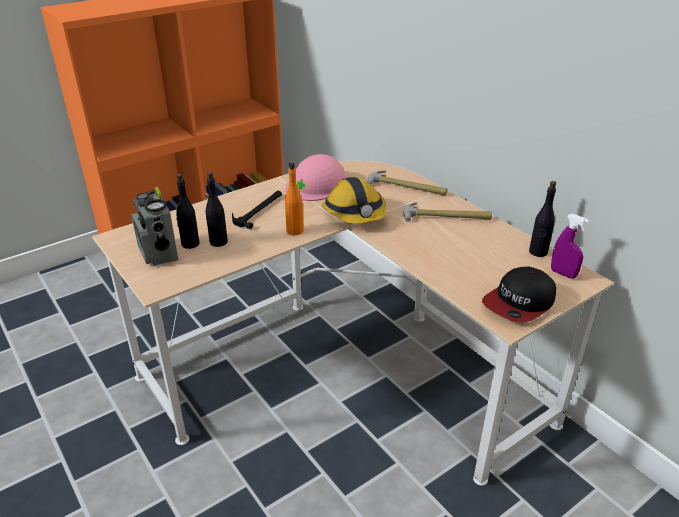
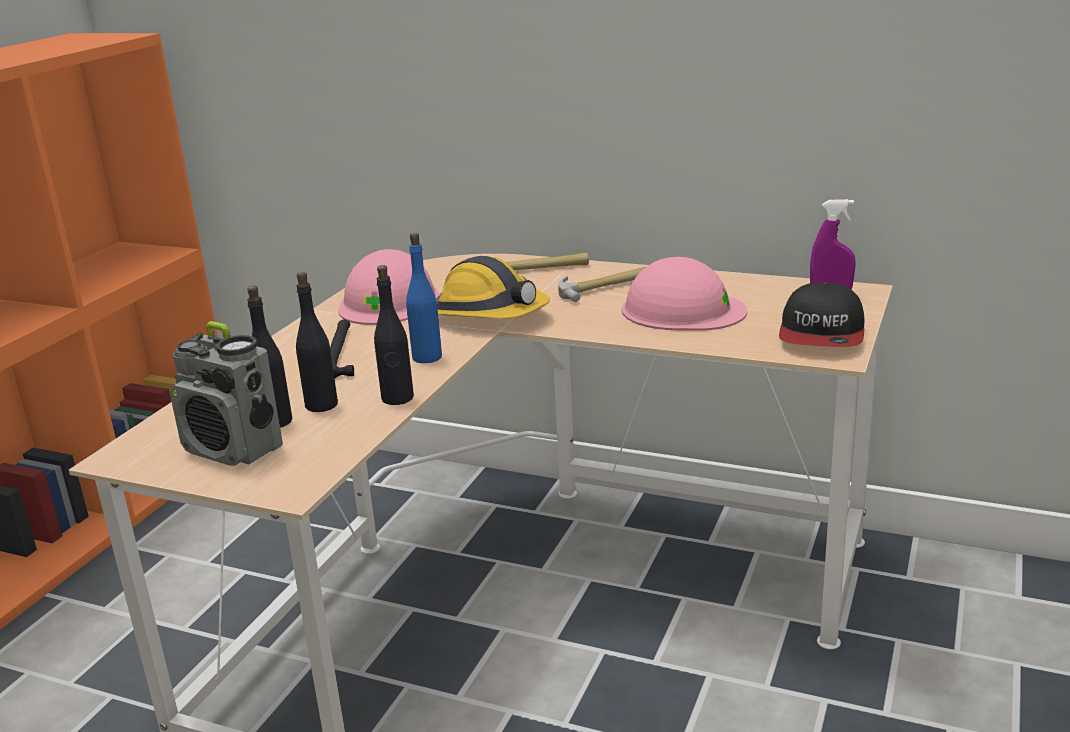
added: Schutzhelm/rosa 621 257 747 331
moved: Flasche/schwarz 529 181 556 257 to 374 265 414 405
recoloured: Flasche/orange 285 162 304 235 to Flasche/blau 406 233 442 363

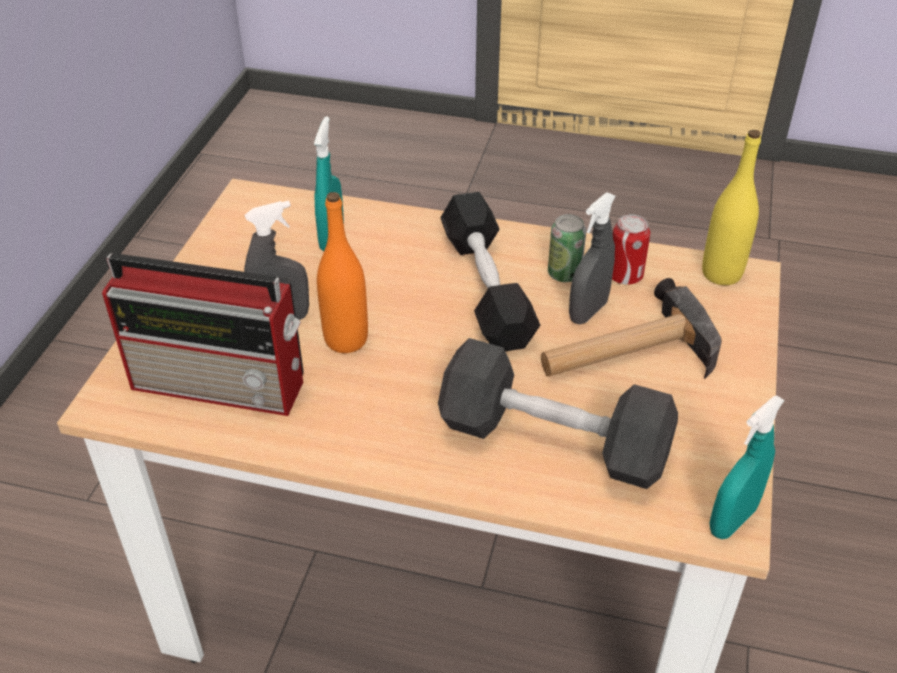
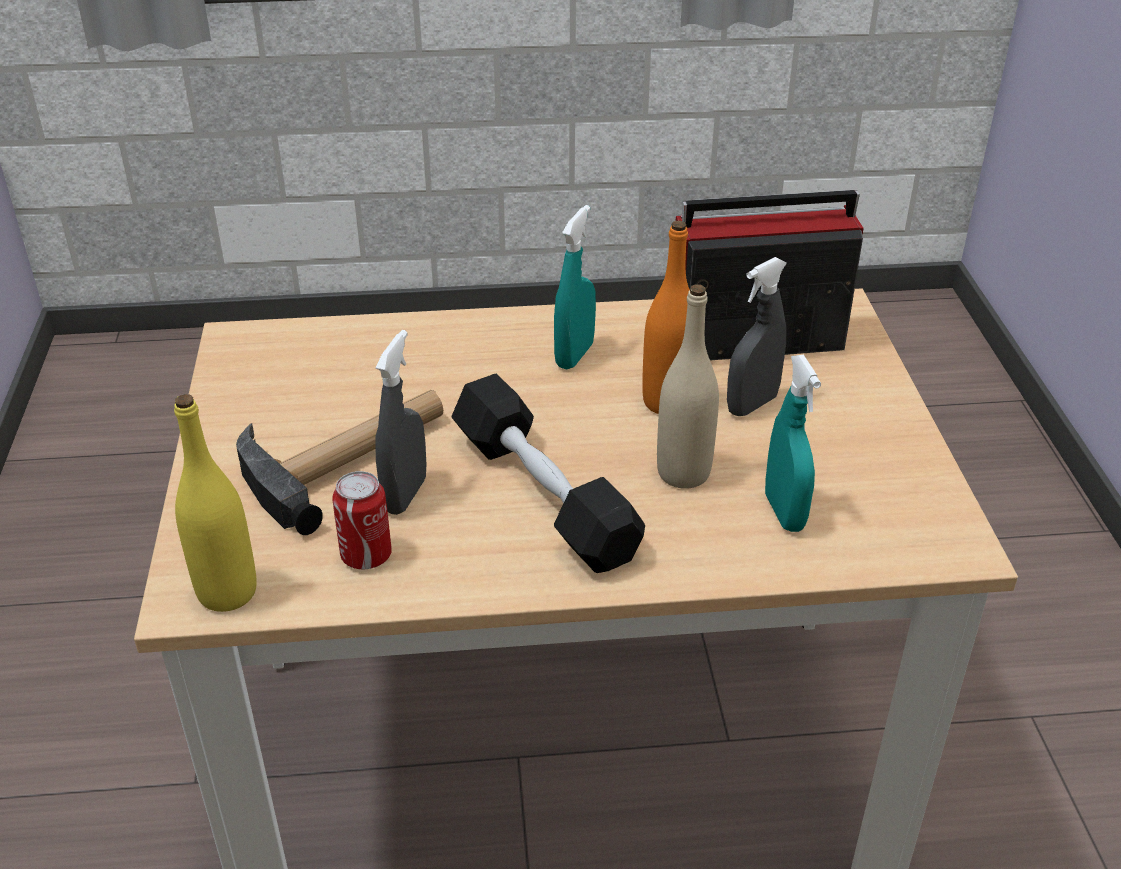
removed: Hantel/schwarz 438 338 678 489; Dose 548 214 586 282
added: Flasche/beige 657 284 719 489
moved: Sprühflasche/türkis 710 395 785 539 to 554 205 596 369

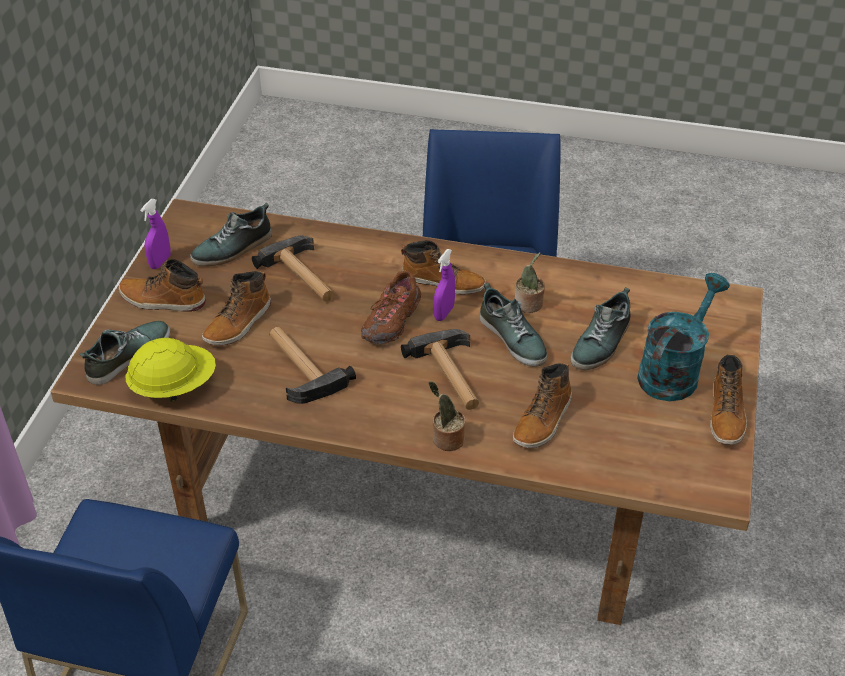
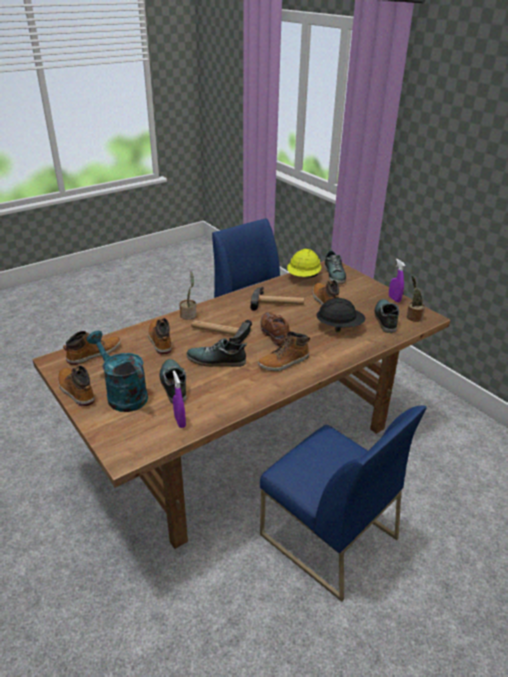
moved: Stiefel 119 259 206 311 to 63 331 121 365; Sprühflasche/lila 433 249 455 321 to 173 371 186 428; Topfpflanze 515 252 545 313 to 407 276 425 322
replaced: Hammer 252 236 334 301 to Schutzhelm/schwarz 316 298 365 332
turned: Gießkanne/türkis 637 273 730 401 = 86 331 148 412 150 degrees clockwise

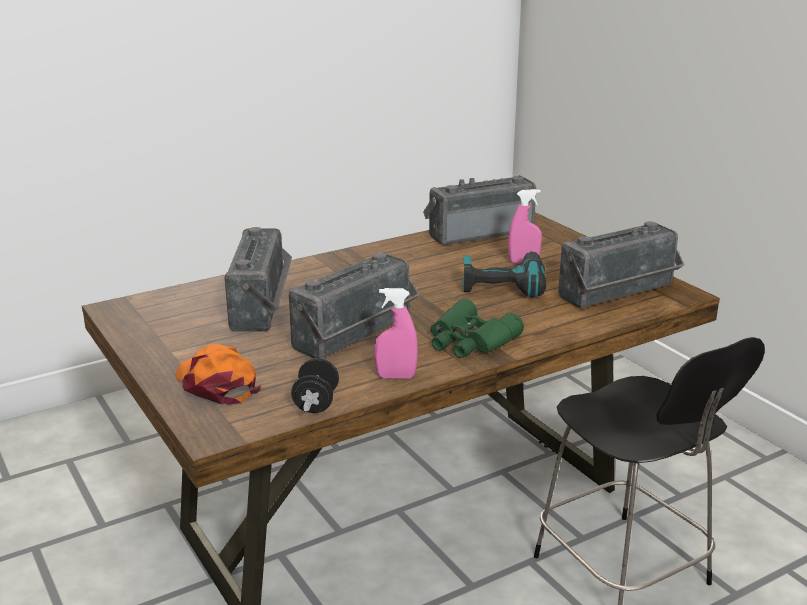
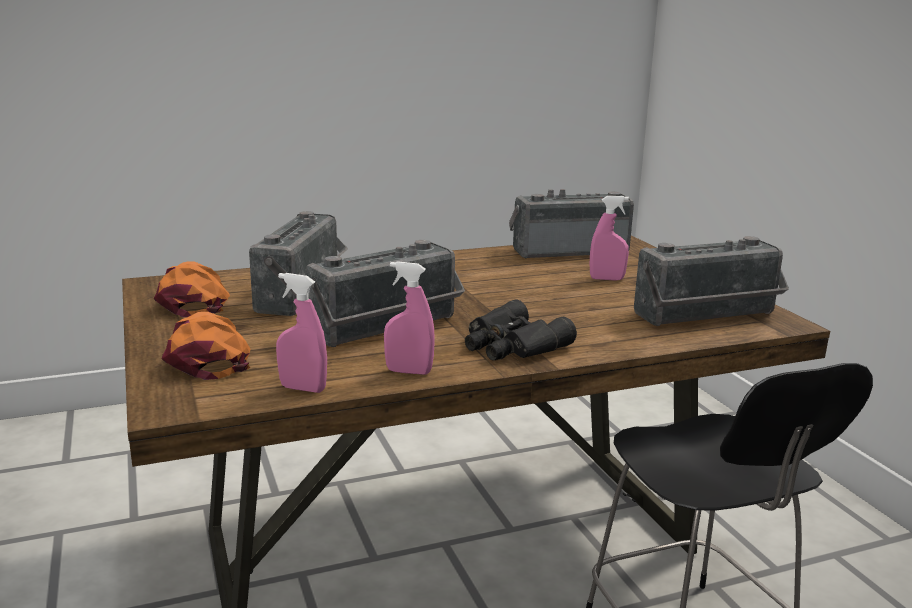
removed: Bohrmaschine 462 251 546 298
added: Kappe/orange 154 262 230 317
replaced: Hantel/schwarz 291 358 339 413 to Sprühflasche/rosa 276 273 327 393
recoloured: Fernglas/grün 431 298 524 358 to Fernglas/schwarz 465 299 577 360

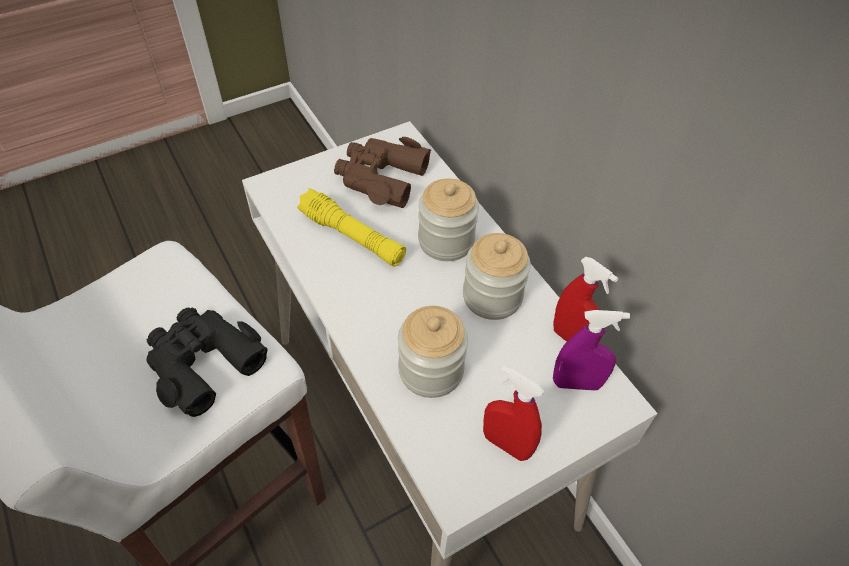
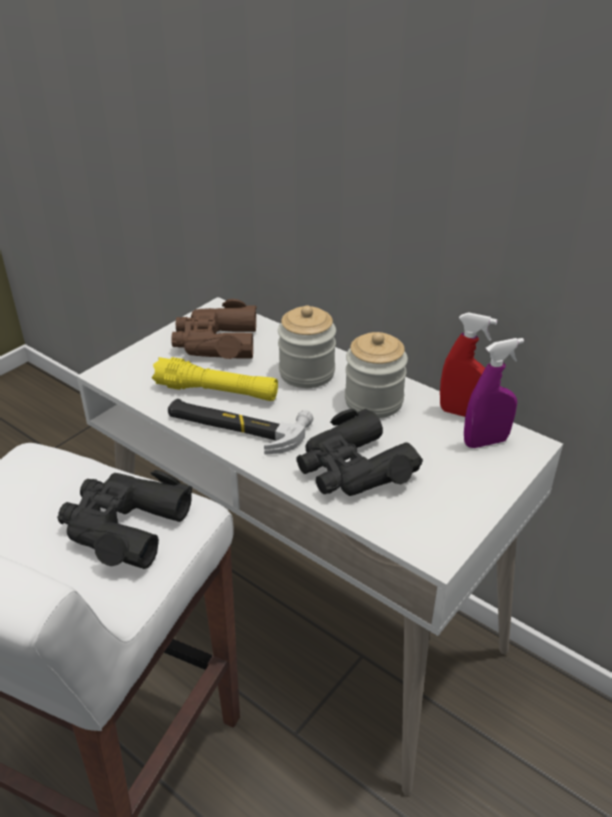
removed: Sprühflasche/rot 483 365 544 461
added: Hammer 168 399 313 454
replaced: Vorratsglas 398 306 468 398 to Fernglas/schwarz 296 409 423 496

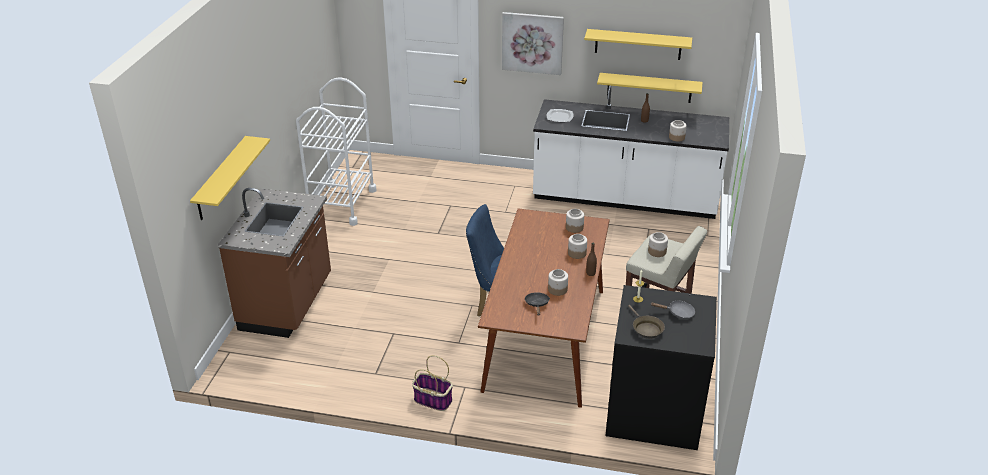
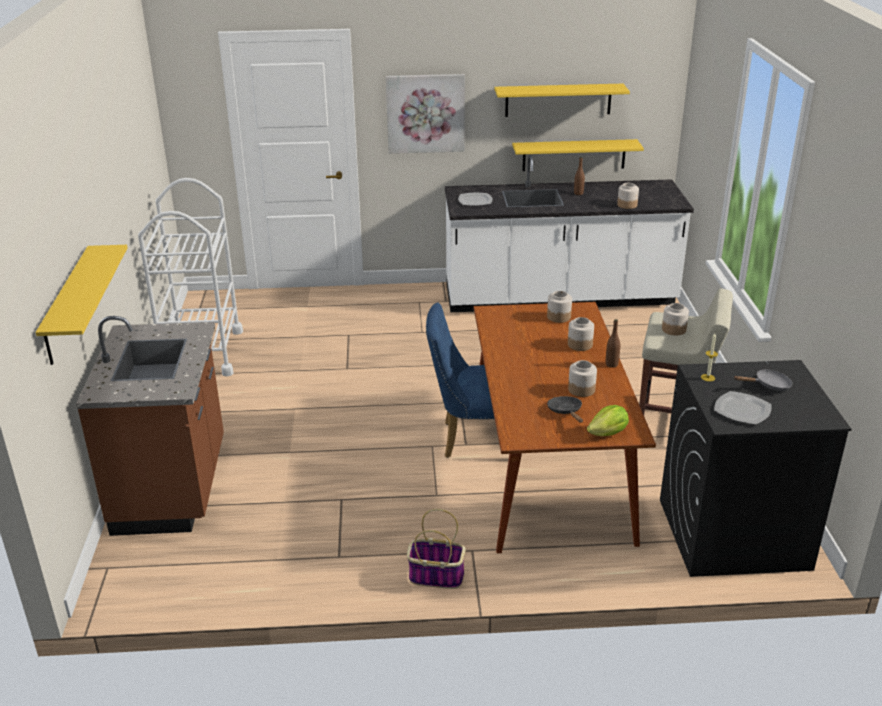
added: Salatkopf 587 405 629 436
replaced: Pfanne/braun 628 305 665 339 to Teller 714 391 772 425

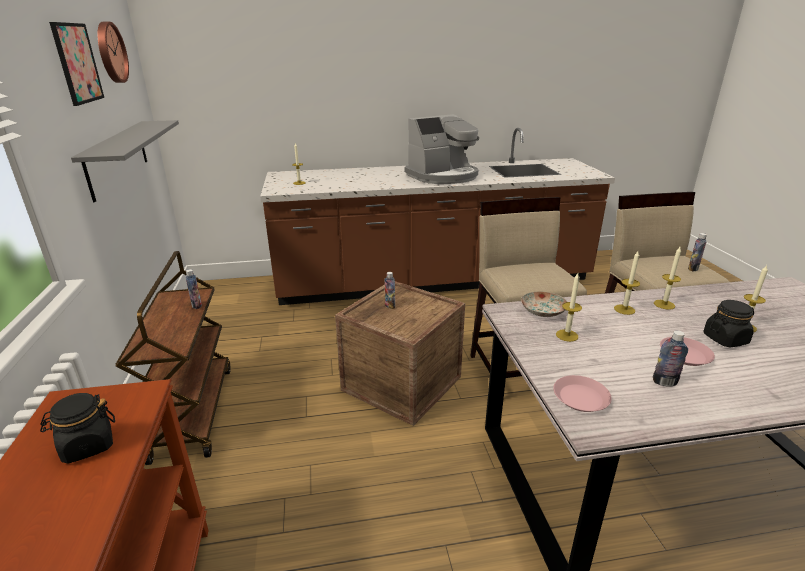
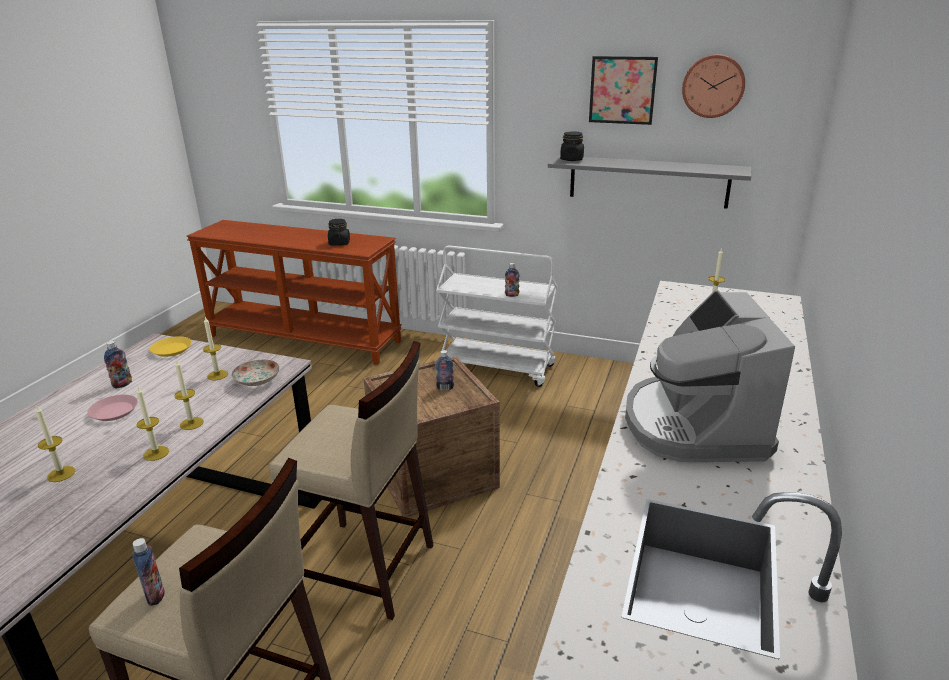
moved: Vorratsglas/schwarz 703 300 754 347 to 560 131 584 161
recoloured: Rollwagen/braun 116 251 231 465 to Rollwagen/weiß 436 245 557 387; Teller/rosa 553 375 612 412 to Teller/gelb 150 336 192 357

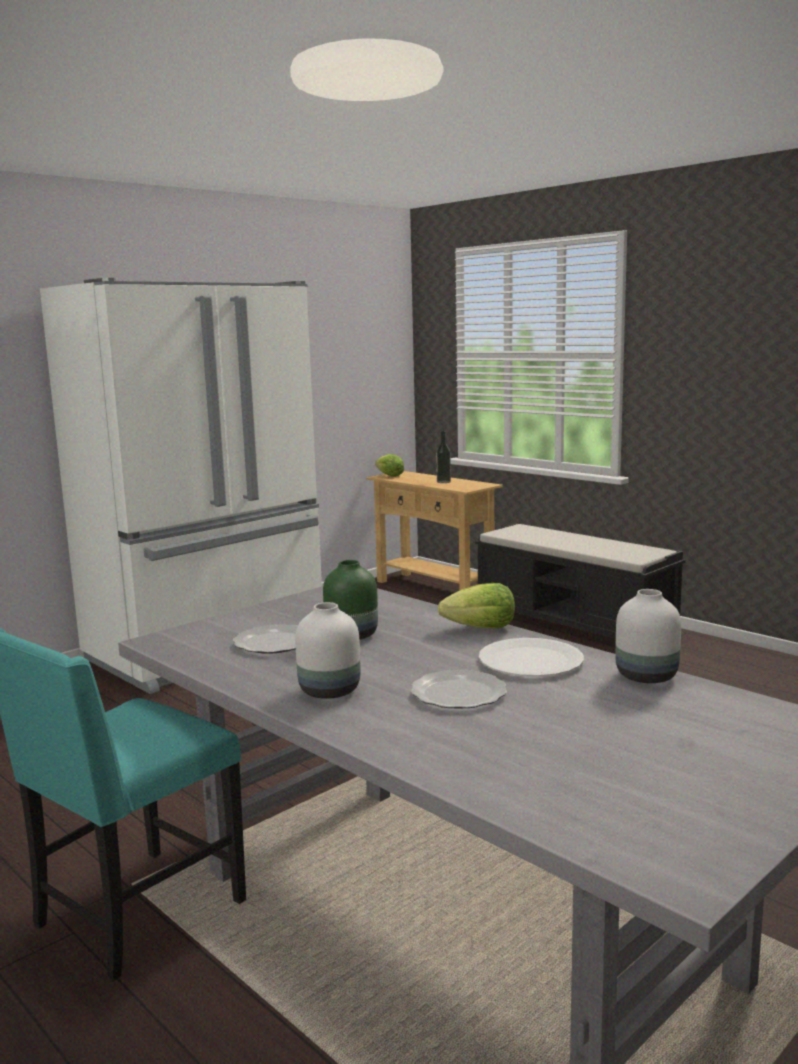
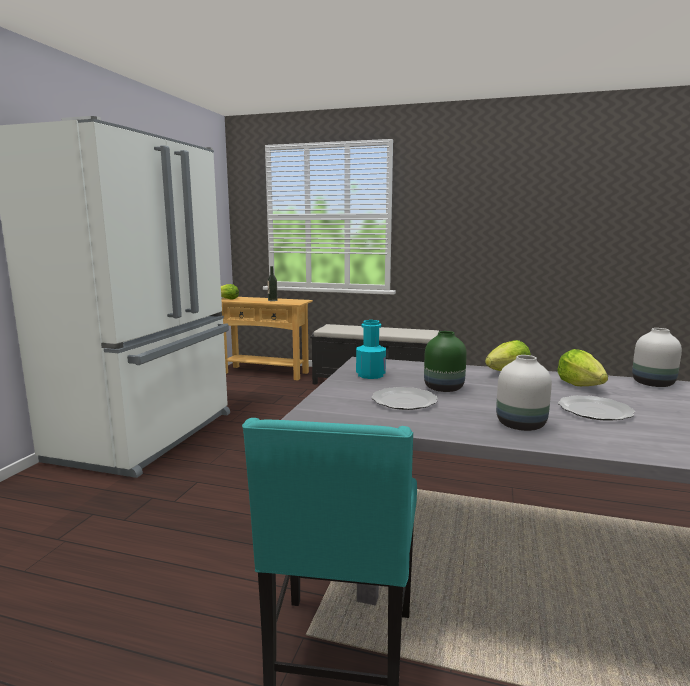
added: Flasche/türkis 356 320 386 379
replaced: Teller/weiß 479 638 584 677 to Salatkopf 557 349 608 386

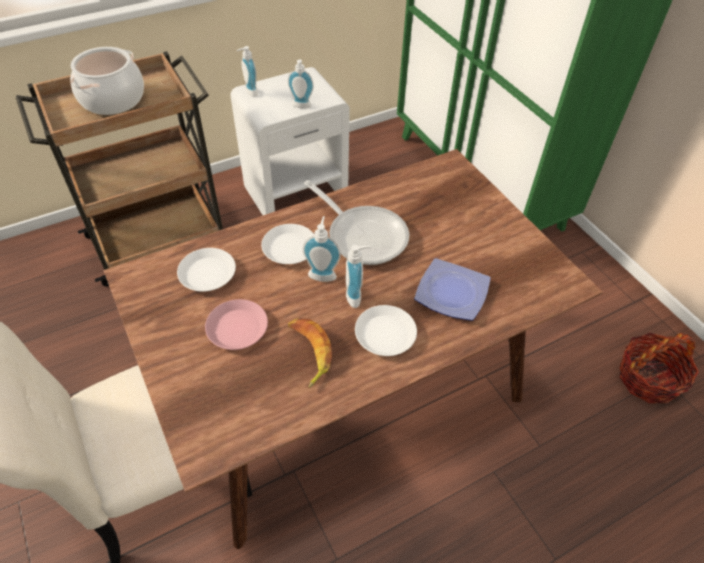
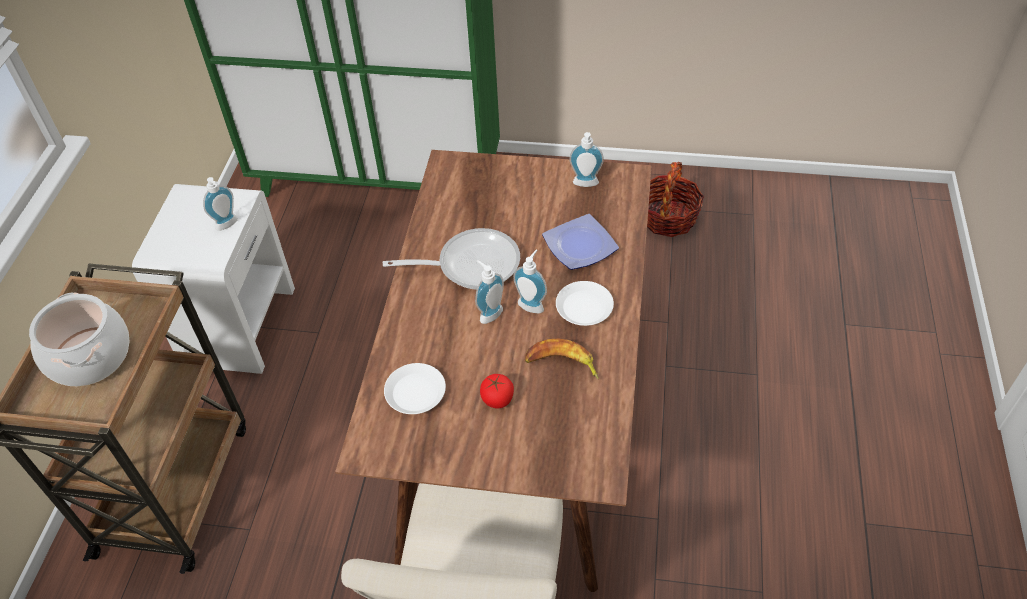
removed: Teller/weiß 261 224 315 264
moved: Seifenspender 237 46 258 97 to 569 132 604 187
replaced: Teller/rosa 205 299 268 350 to Tomate 480 374 514 408

